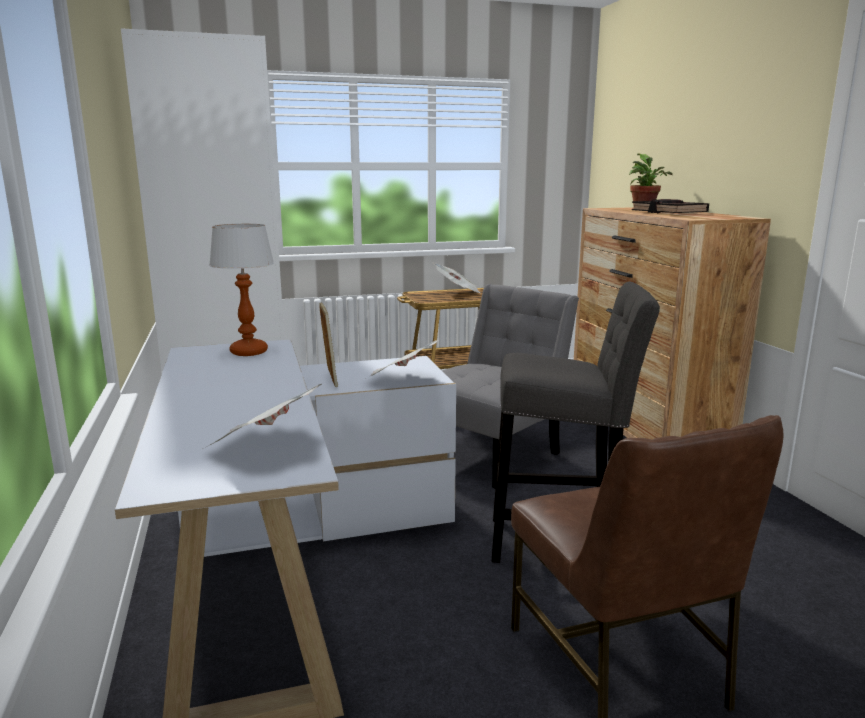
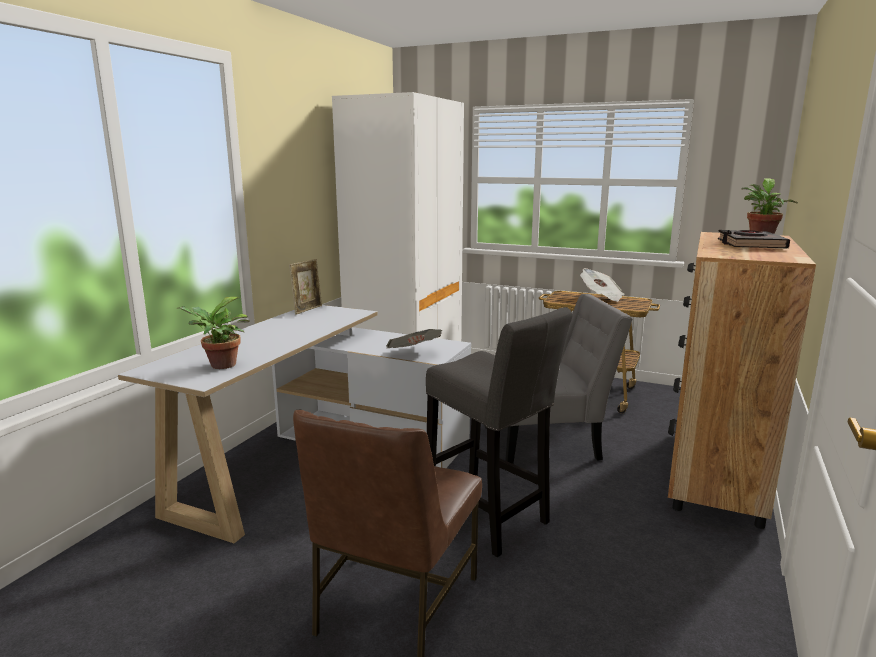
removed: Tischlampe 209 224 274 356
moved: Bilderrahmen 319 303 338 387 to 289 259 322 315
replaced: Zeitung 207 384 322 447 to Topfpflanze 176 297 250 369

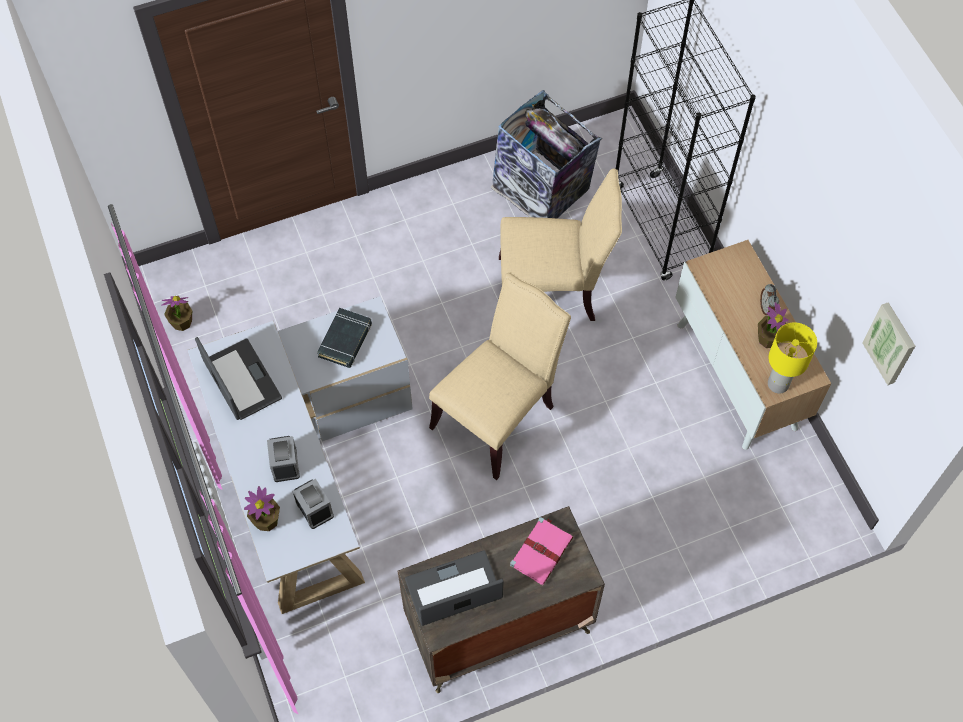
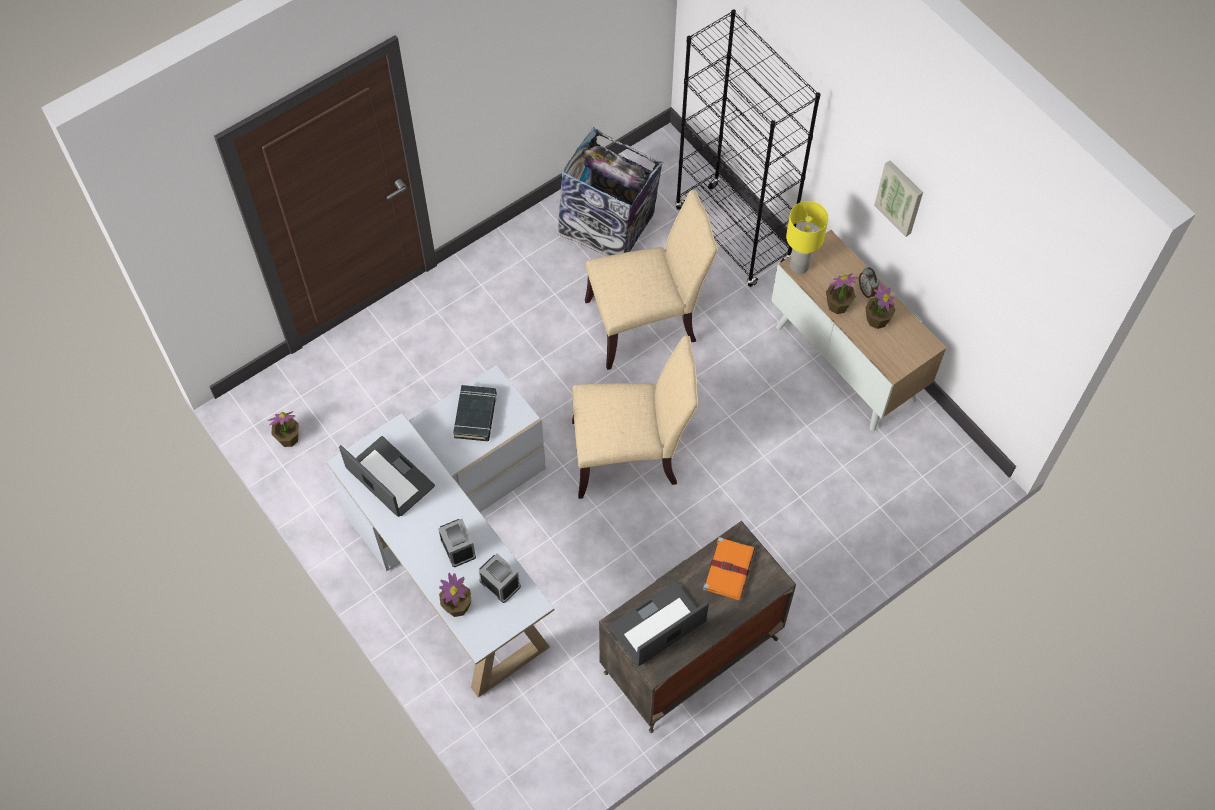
added: Topfpflanze 826 274 859 314
moved: Tischlampe/gelb 768 322 817 394 to 786 201 828 274; Bild 862 302 915 385 to 874 160 923 237
recoloured: Buch/rosa 510 517 573 585 to Buch/orange 703 537 755 600
turned: Stuhl/beige 429 272 571 480 = 572 335 698 499 60 degrees clockwise

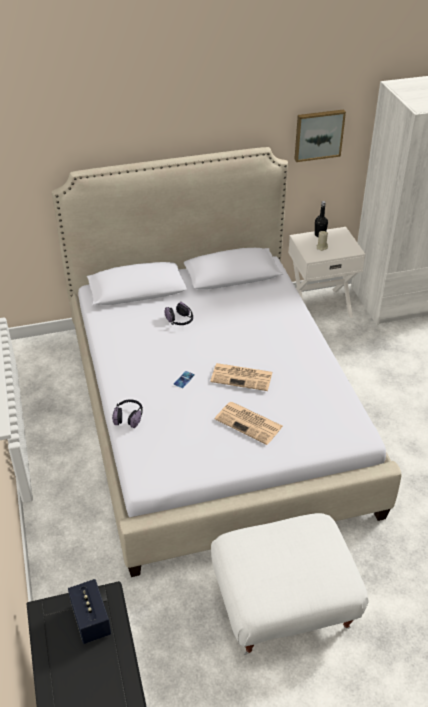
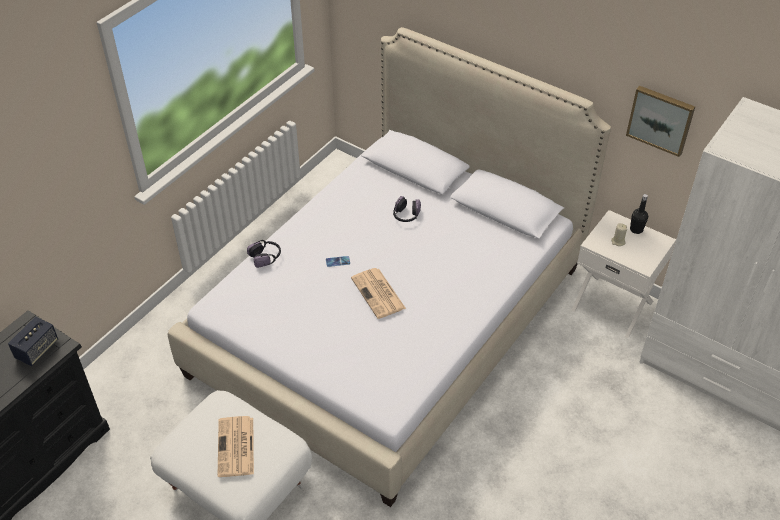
moved: Zeitung 215 402 283 445 to 217 416 254 477

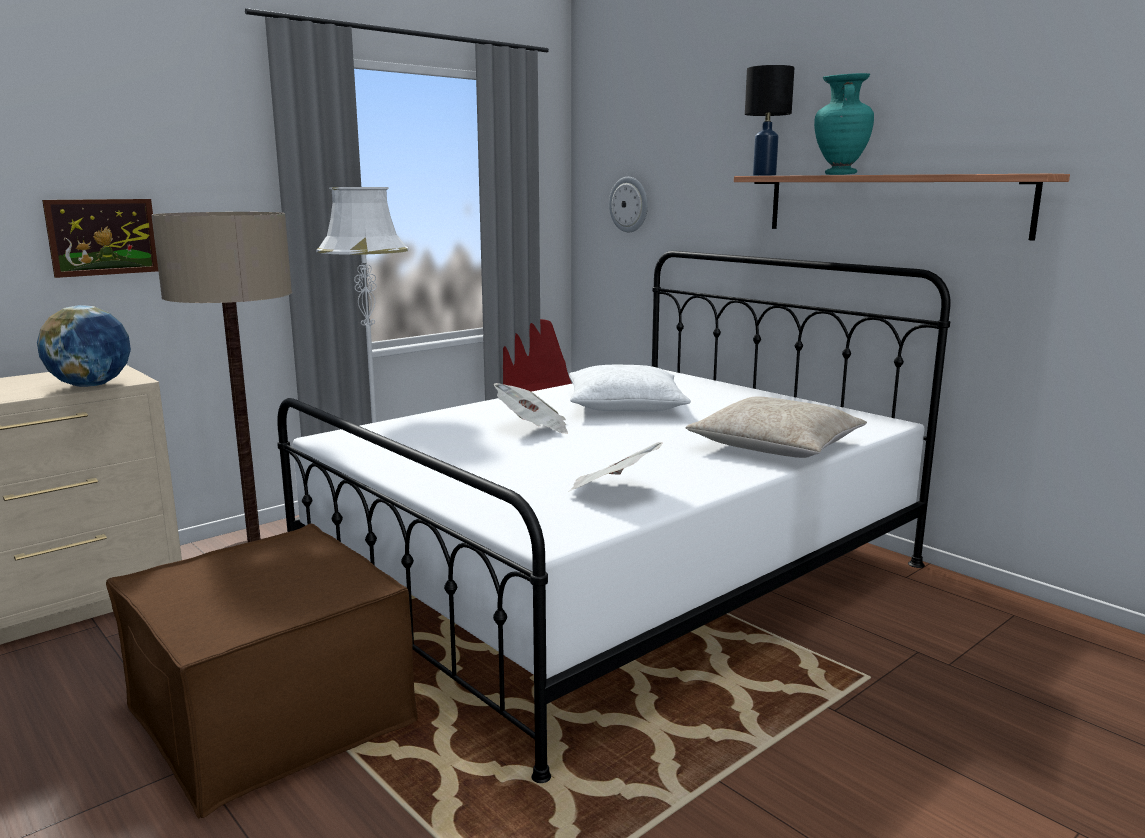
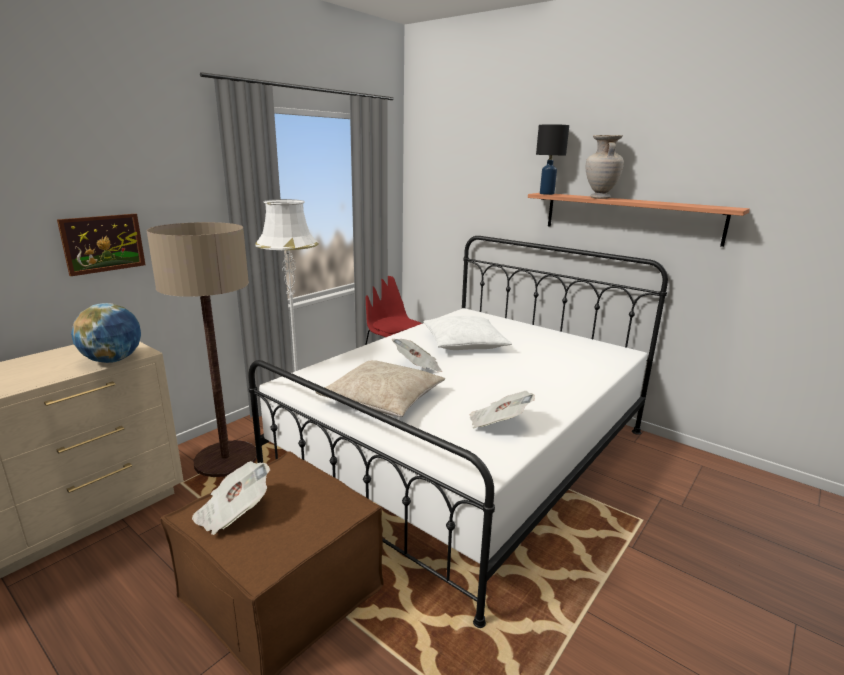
removed: Wanduhr 609 177 648 232
added: Zeitung 192 461 270 535
moved: Kissen/beige 686 397 867 458 to 316 360 445 417
recoloured: Vase/türkis 814 73 874 175 to Vase/beige 586 135 624 199

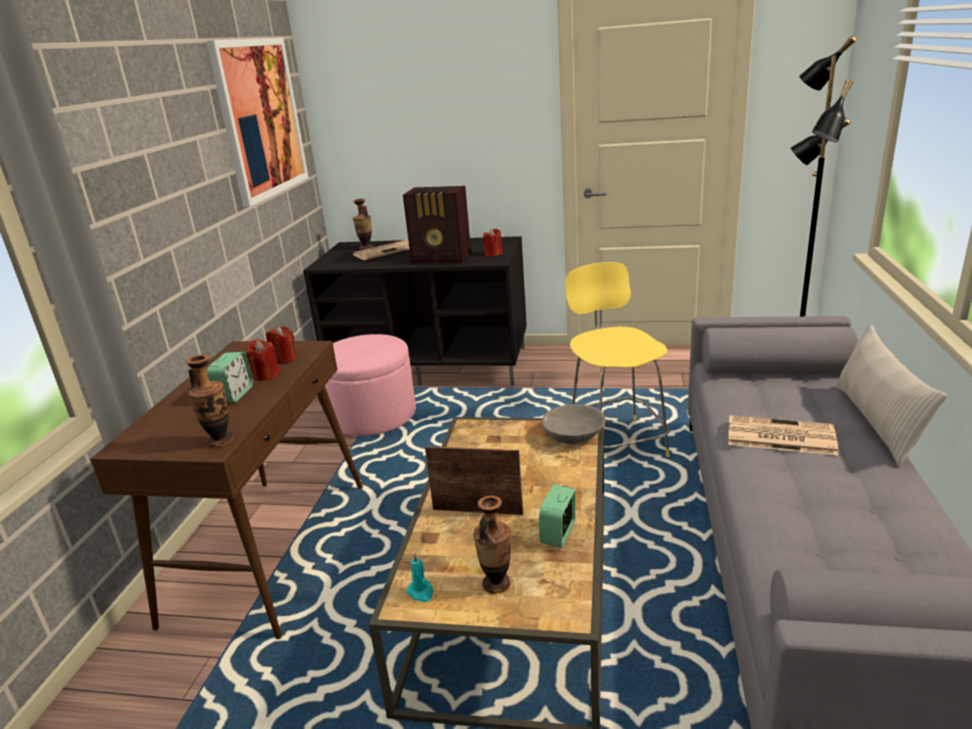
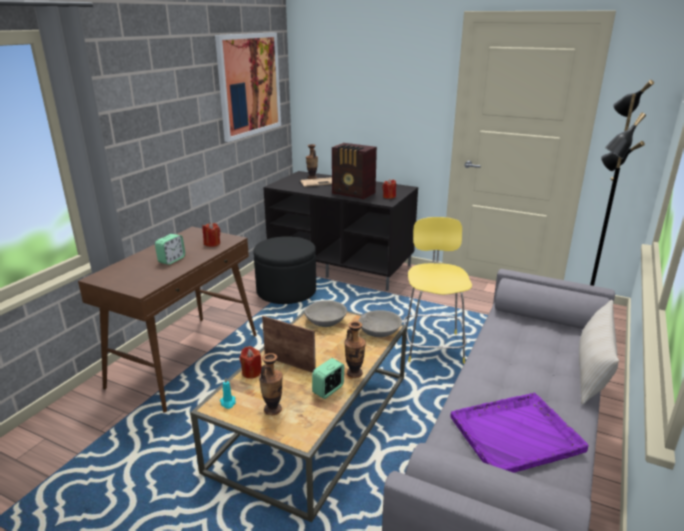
removed: Zeitung 728 415 838 455
added: Schüssel/grau 304 300 347 327; Tablett/lila 451 392 589 473
moved: Vase 186 354 234 448 to 344 321 366 378; Kerze/rot 246 339 280 381 to 239 346 262 379
recoloured: Polsterhocker/rosa 325 334 416 436 to Polsterhocker/schwarz 253 236 316 304

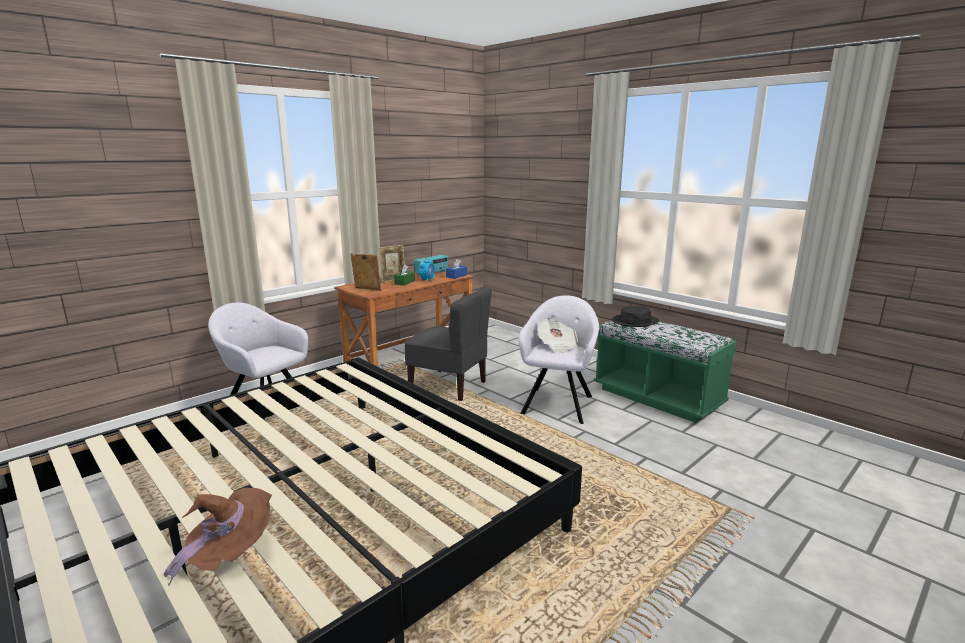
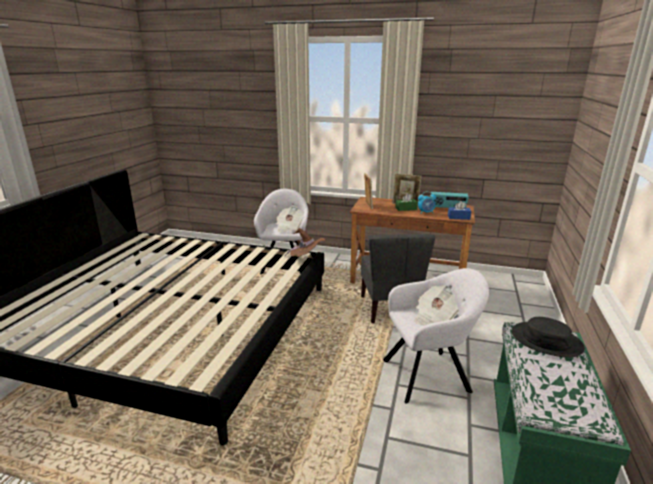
added: Zeitung 276 206 304 232
moved: Hut/braun 164 488 272 586 to 284 228 326 257

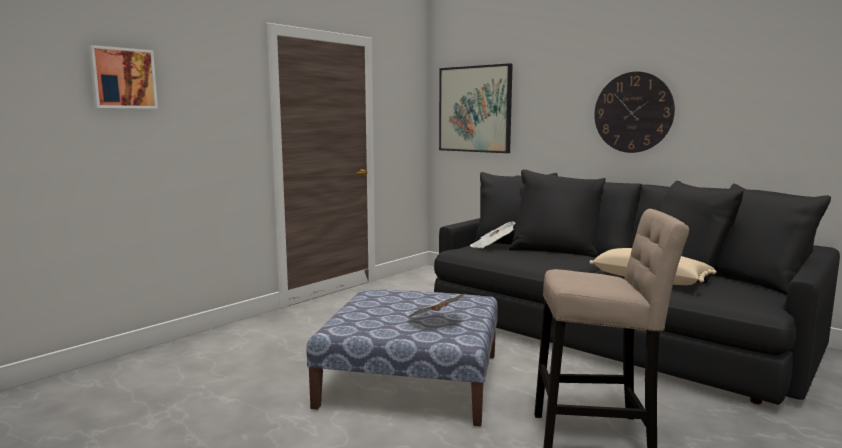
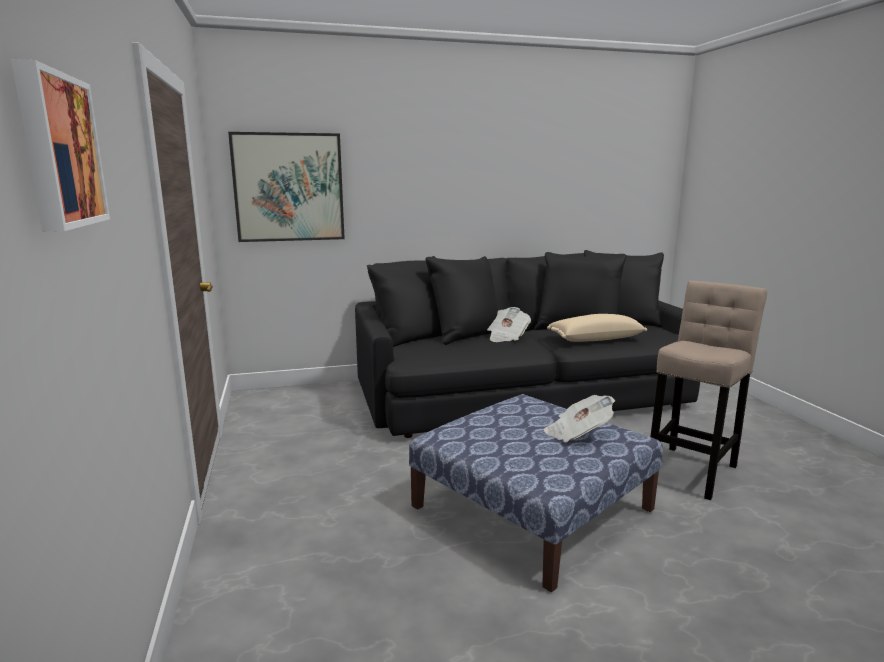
removed: Wanduhr 594 72 675 153
moved: Zeitung 470 222 516 248 to 487 307 531 342

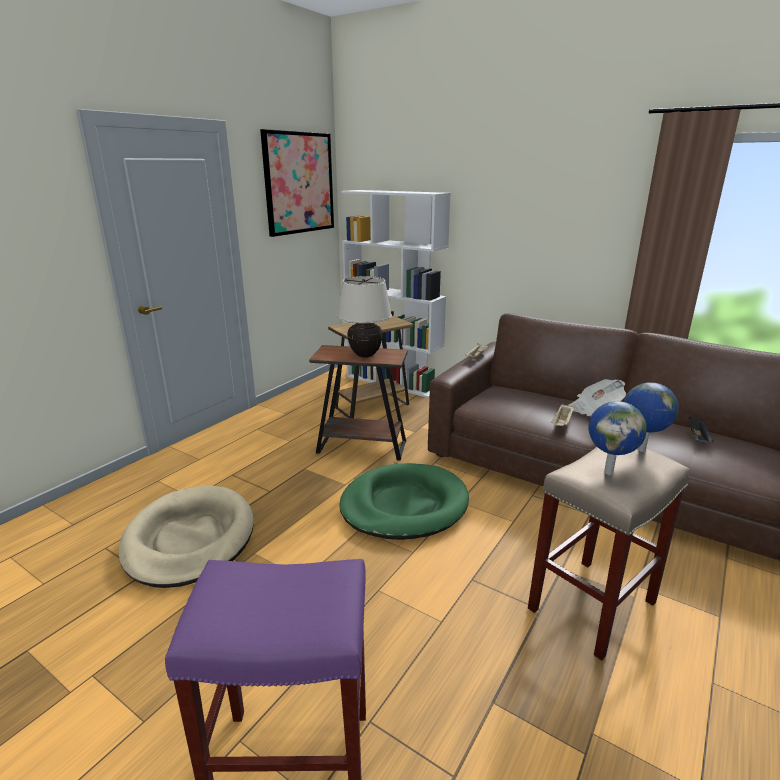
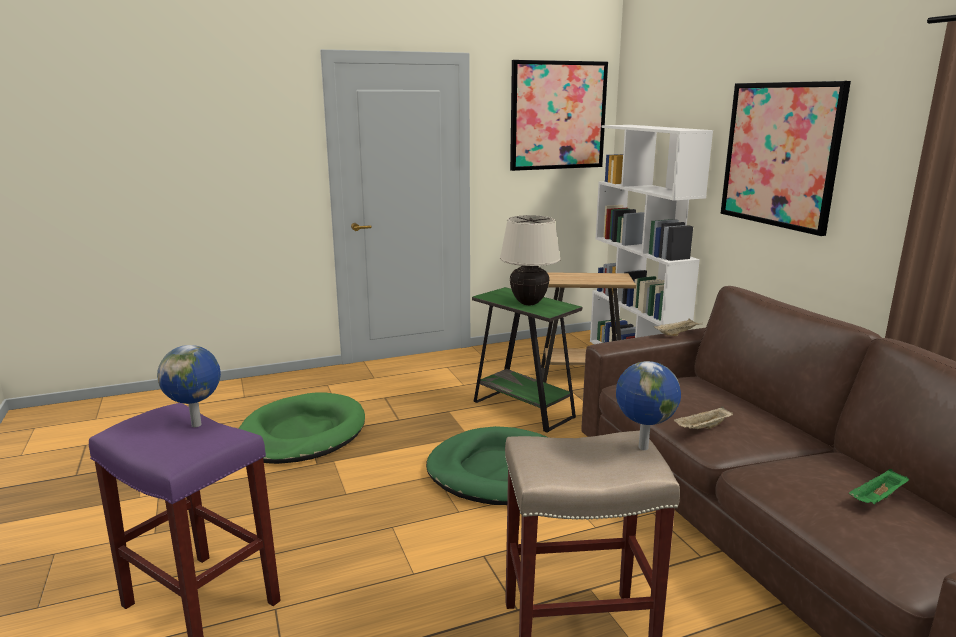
removed: Zeitung 568 379 626 416
added: Bild 720 81 851 236
moved: Globus 588 401 647 475 to 157 345 221 427
recoloured: Hundebett/beige 118 485 254 588 to Hundebett/grün 238 392 365 464; Beistelltisch/braun 309 345 408 461 to Beistelltisch/grün 472 287 582 433; Tablett/schwarz 689 417 714 443 to Tablett/grün 849 469 909 505

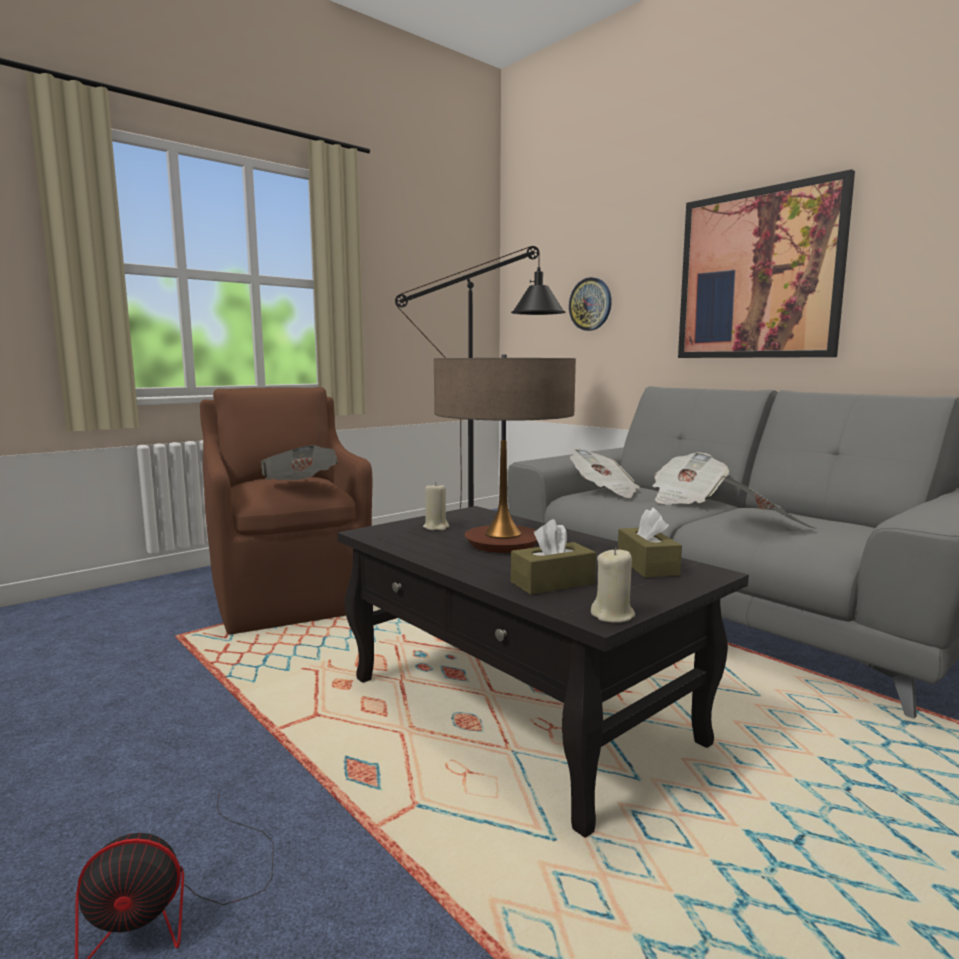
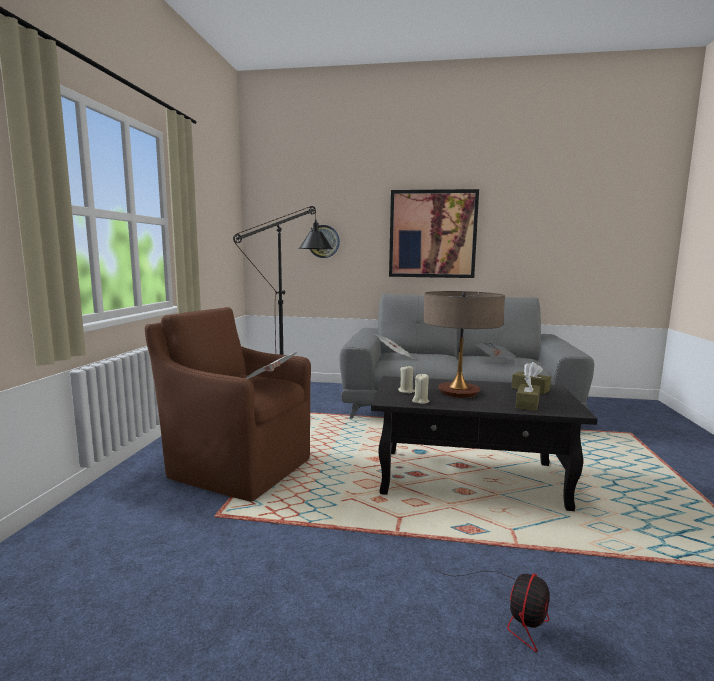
removed: Zeitung 653 452 729 505
moved: Kerze/beige 591 548 635 623 to 412 374 429 404

